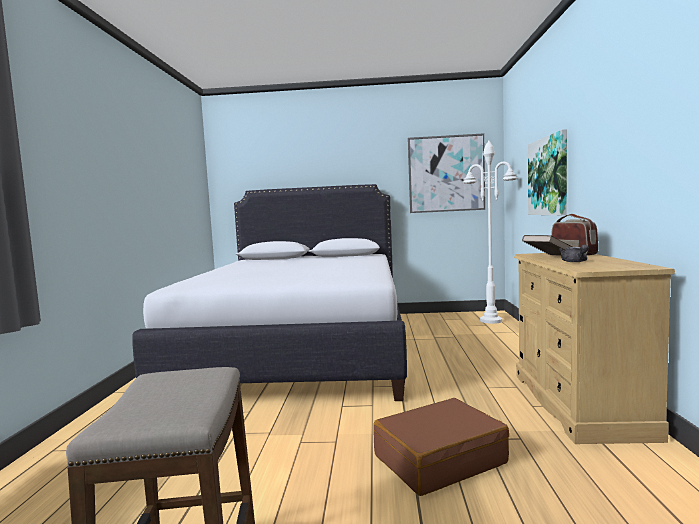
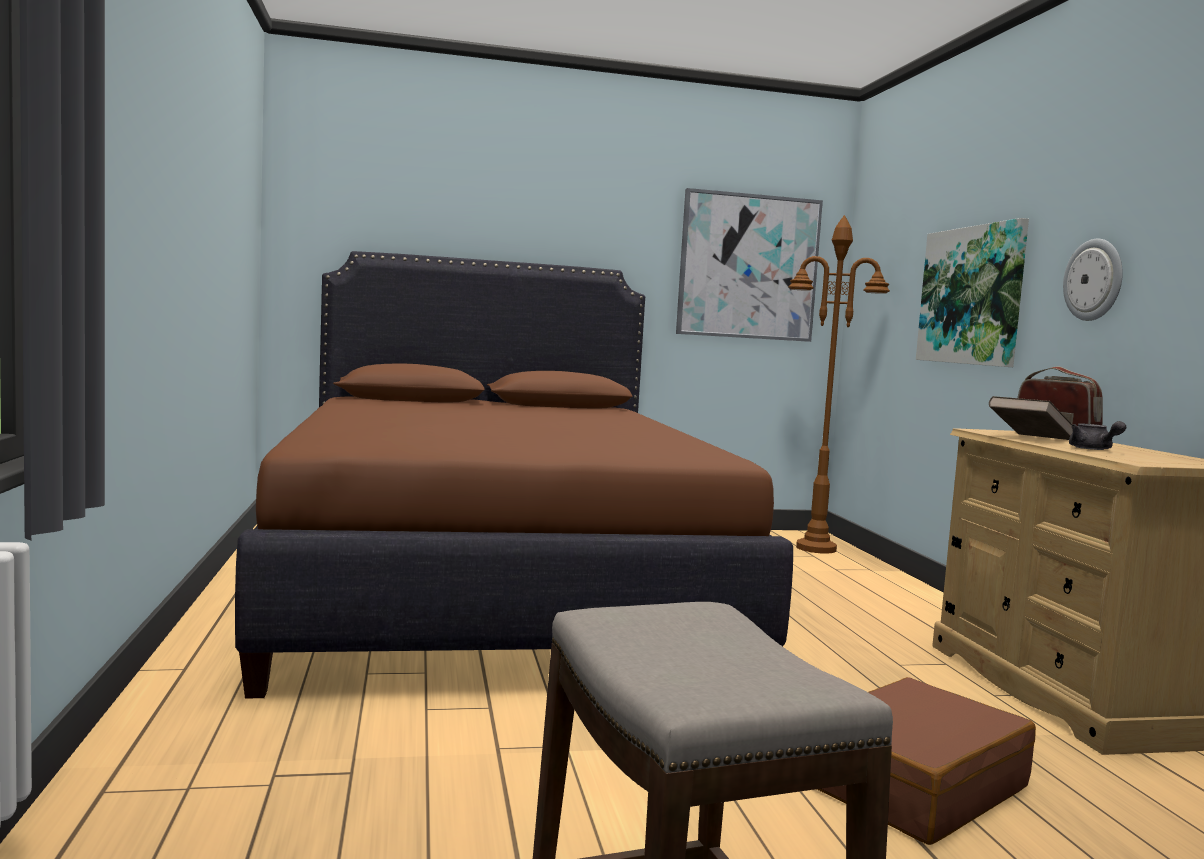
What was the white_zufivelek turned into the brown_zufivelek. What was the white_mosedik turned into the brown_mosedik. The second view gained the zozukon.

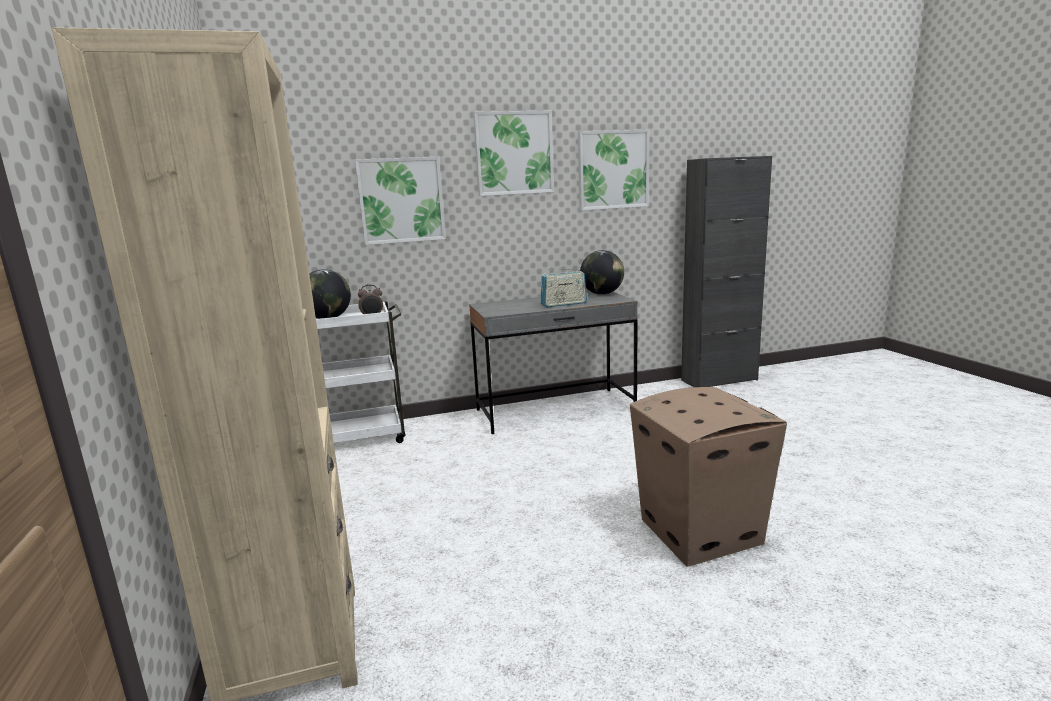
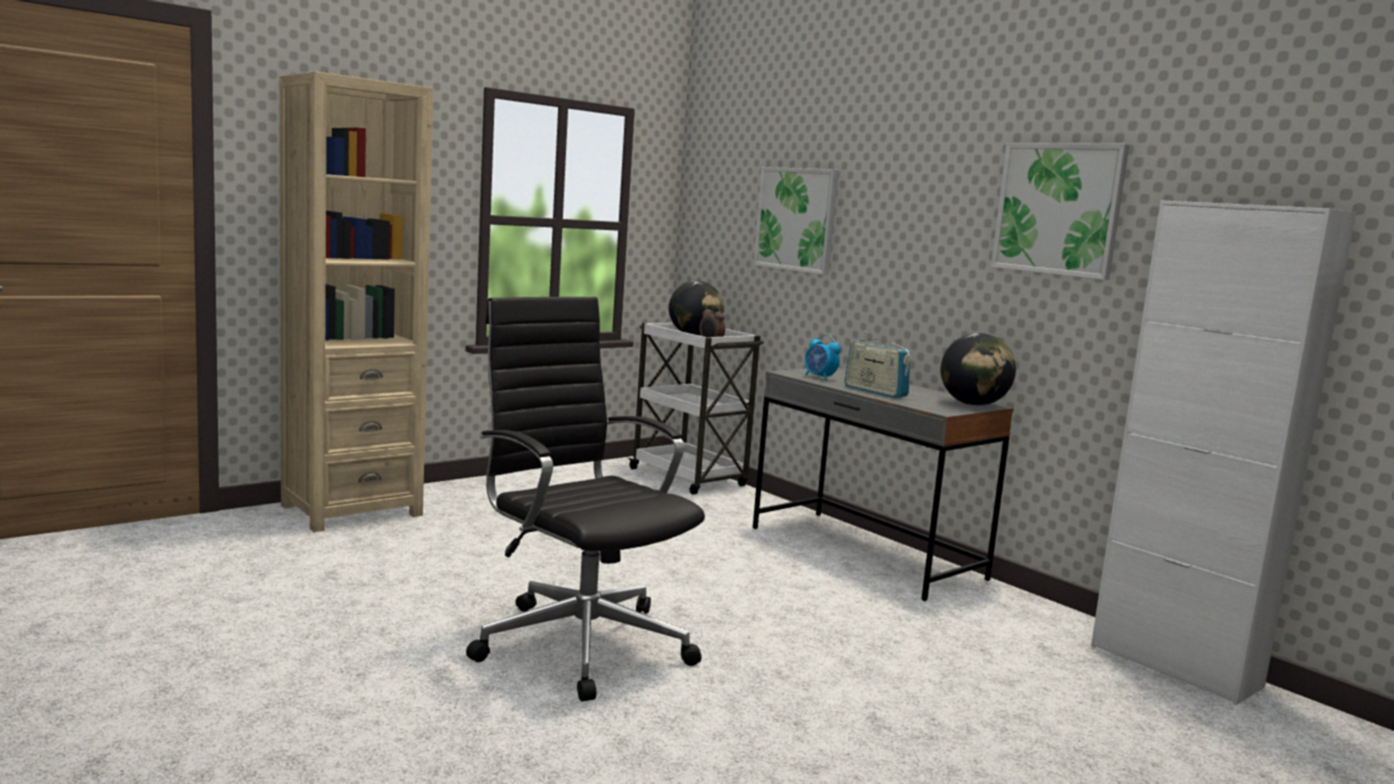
The second view lost the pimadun (no. 2 from left). What was the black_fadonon turned into the white_fadonon. Where the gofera stood, the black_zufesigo came to stand. The second view gained the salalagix (no. 2 from left).

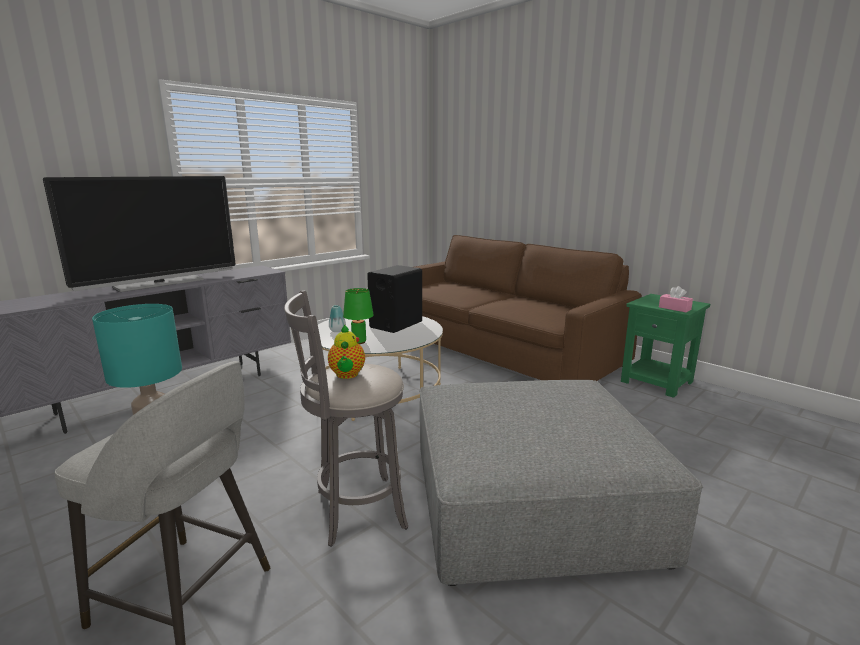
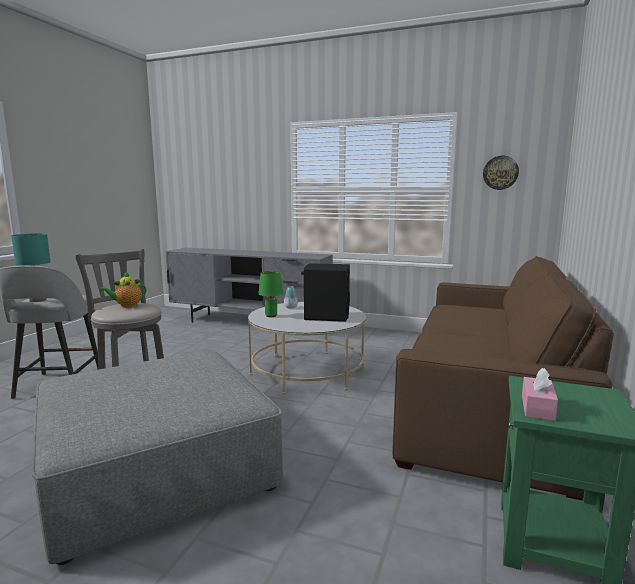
The second view lost the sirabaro. The second view gained the zozukon.

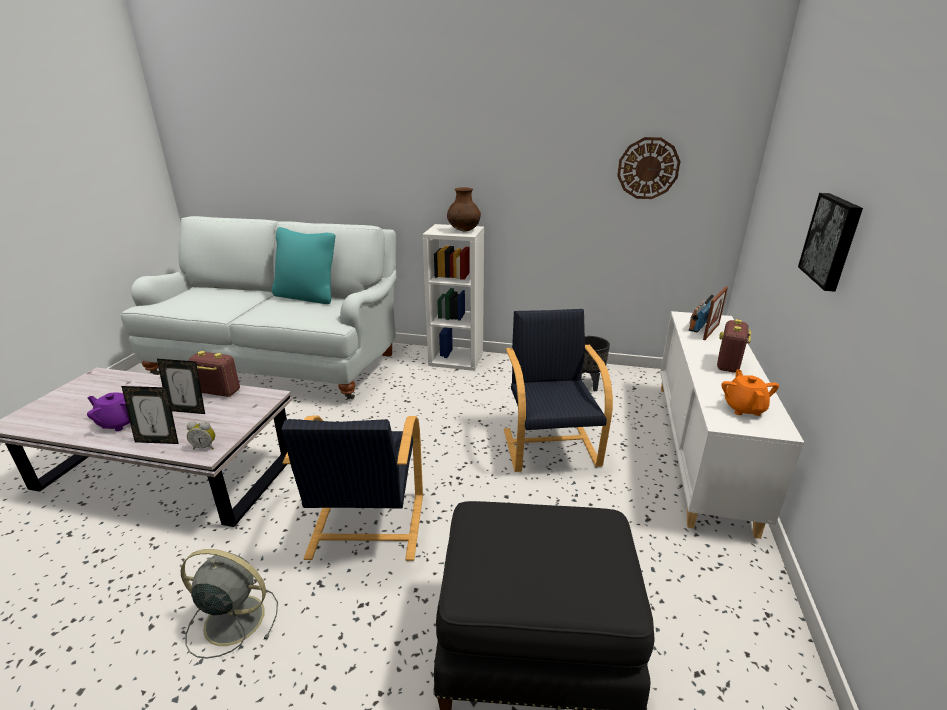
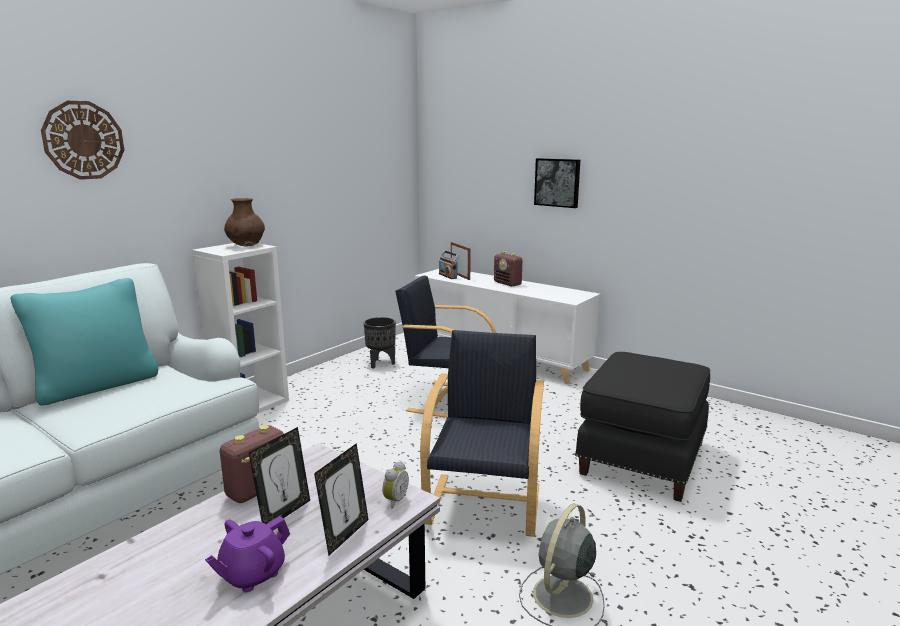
The zozukon ended up elsewhere. The second view lost the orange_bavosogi. The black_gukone (no. 1 from left in the first image) ended up facing another way, 105 degrees counterclockwise from before.

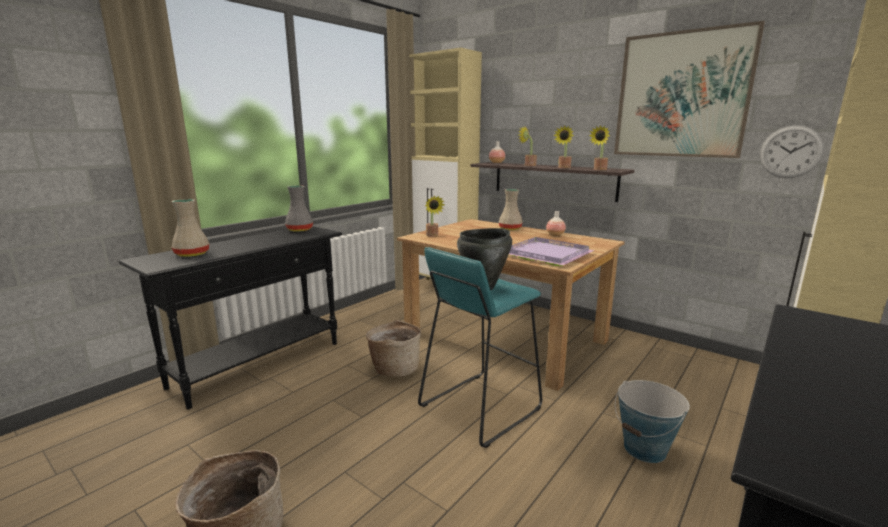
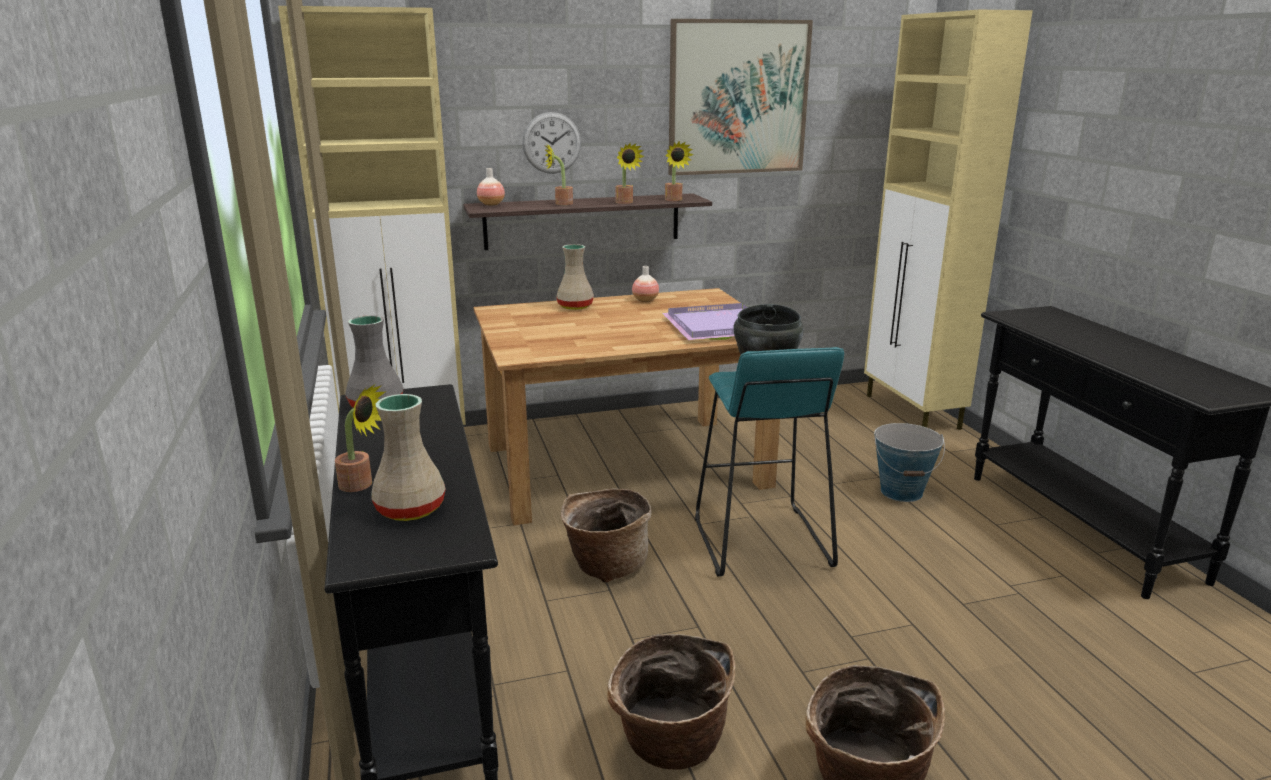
The zozukon ended up elsewhere. The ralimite (no. 1 from left) ended up elsewhere. The second view gained the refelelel (no. 2 from left).

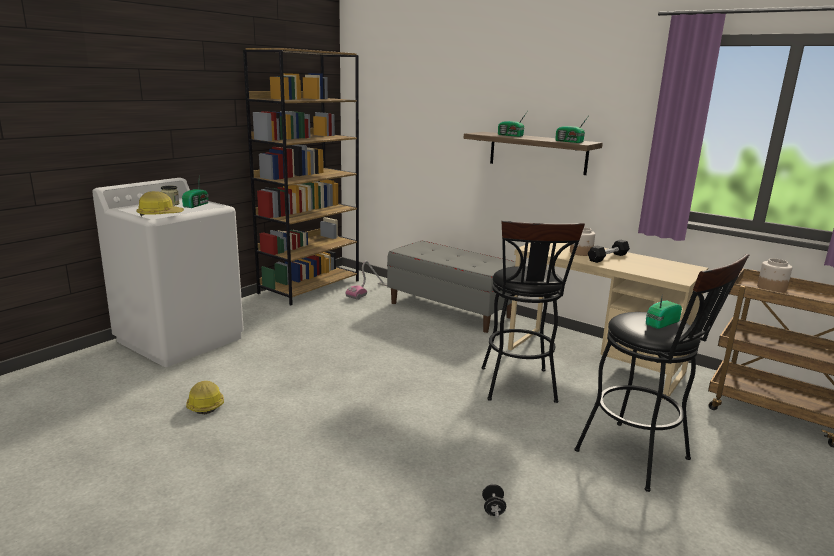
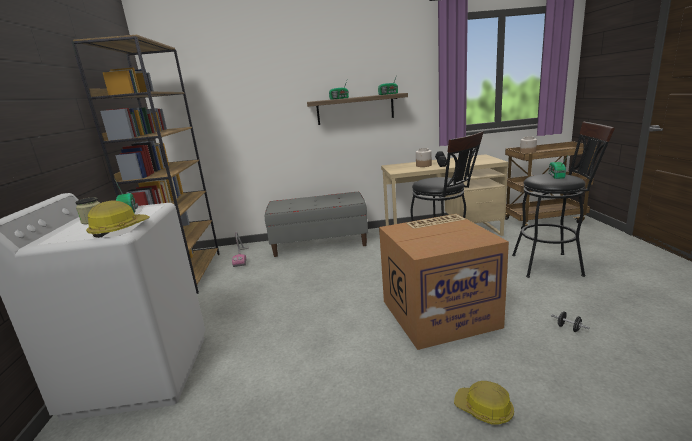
The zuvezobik (no. 2 from left) ended up elsewhere. The second view gained the gofera.

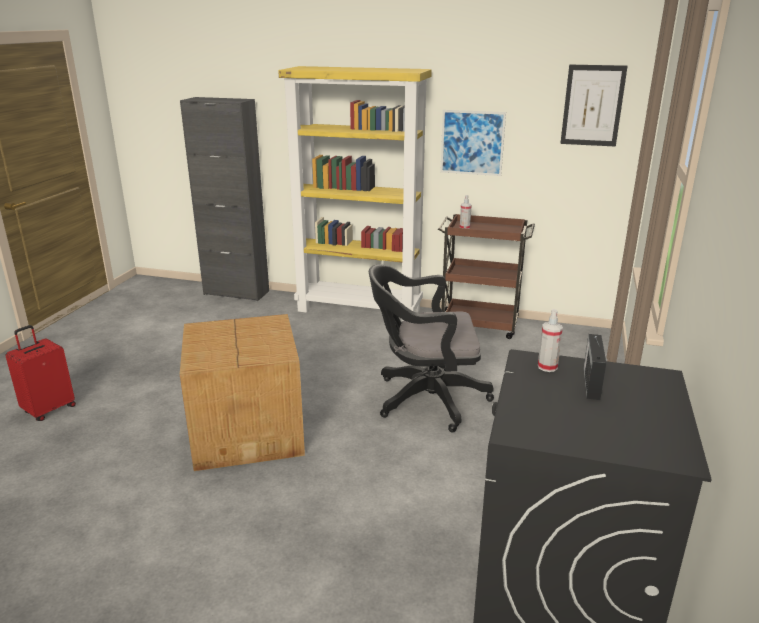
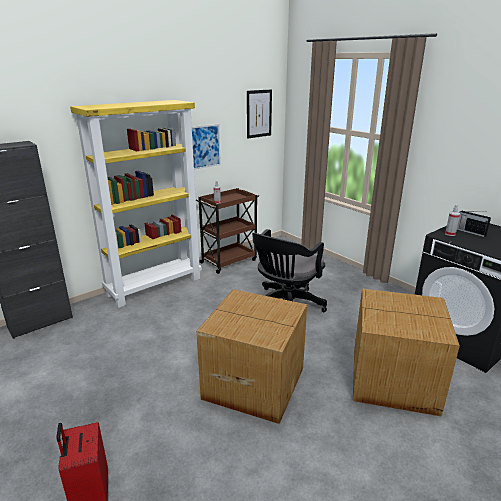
The second view gained the gofera (no. 2 from left).

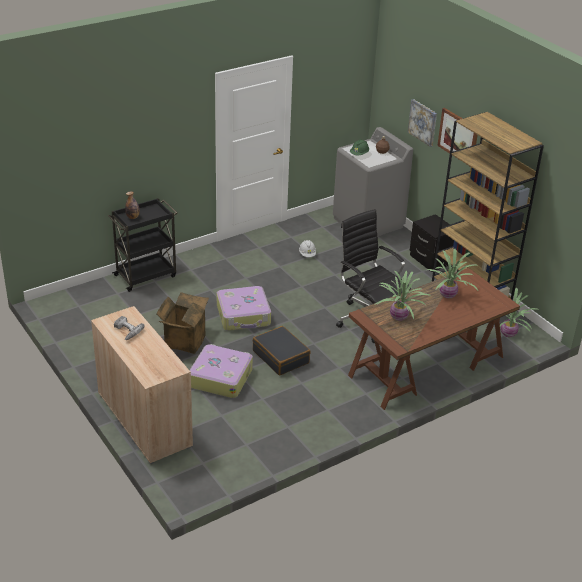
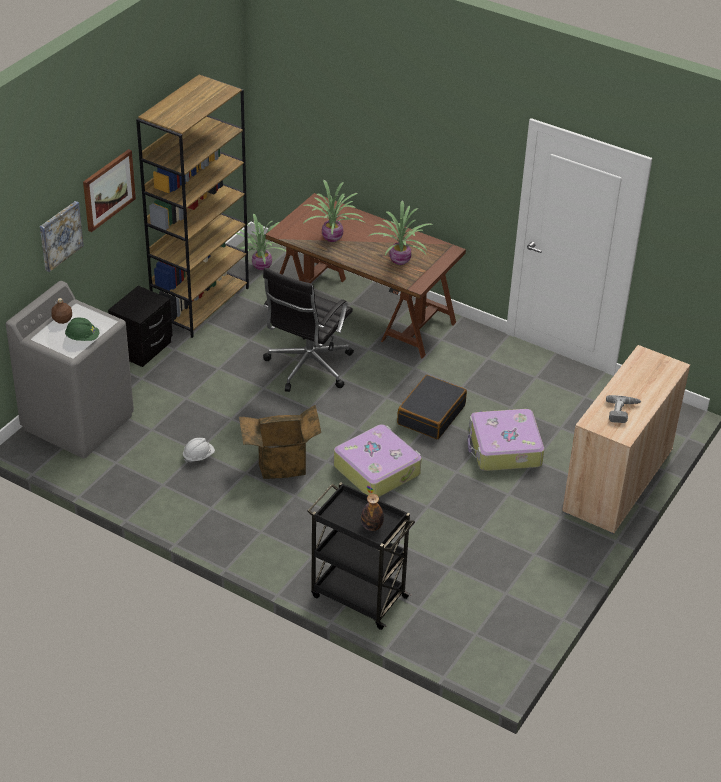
The gofera ended up elsewhere.

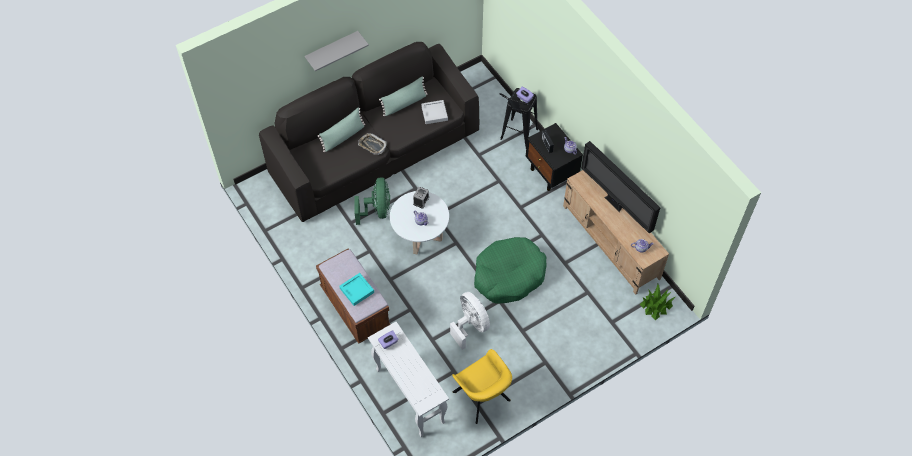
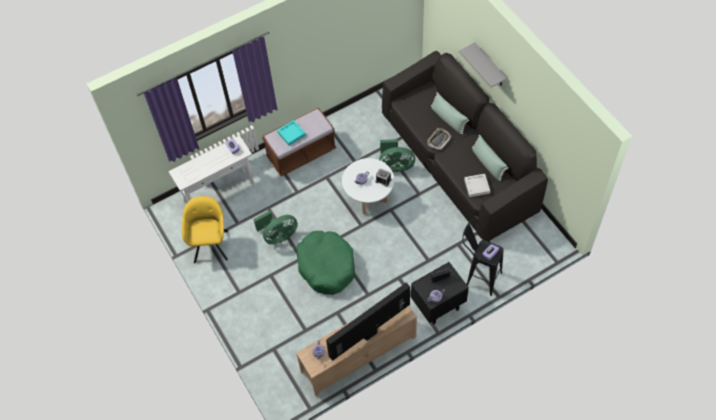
The second view lost the ralimite. What was the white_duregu turned into the green_duregu (no. 1 from left). The yellow_gukone ended up facing another way, 120 degrees clockwise from before.

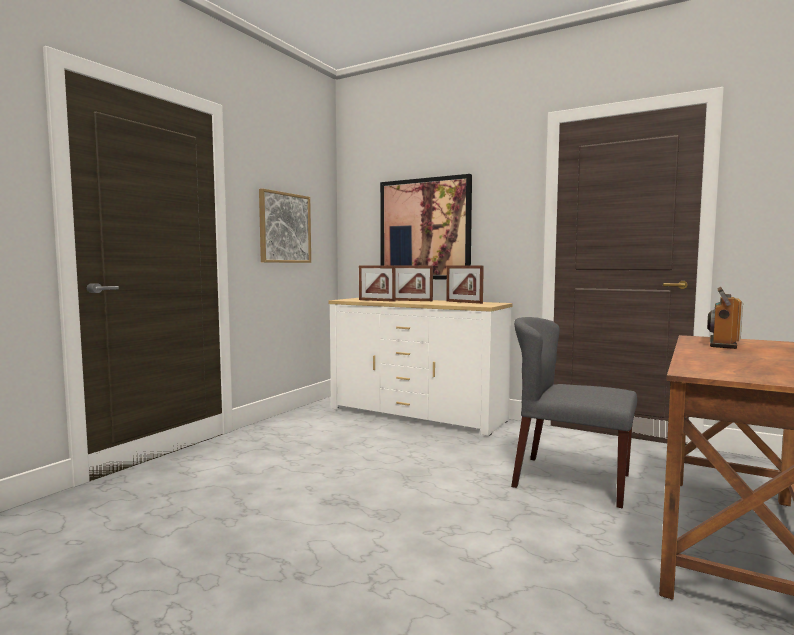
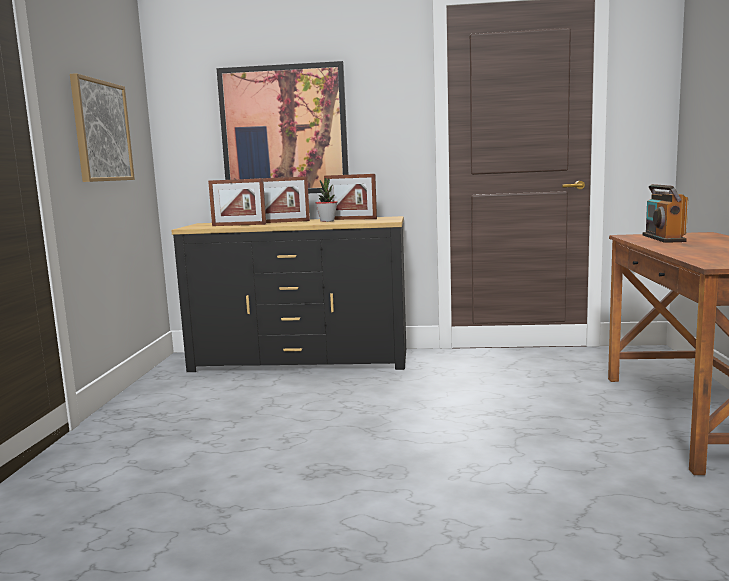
What was the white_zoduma turned into the black_zoduma. The second view lost the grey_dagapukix. The second view gained the ralimite.

